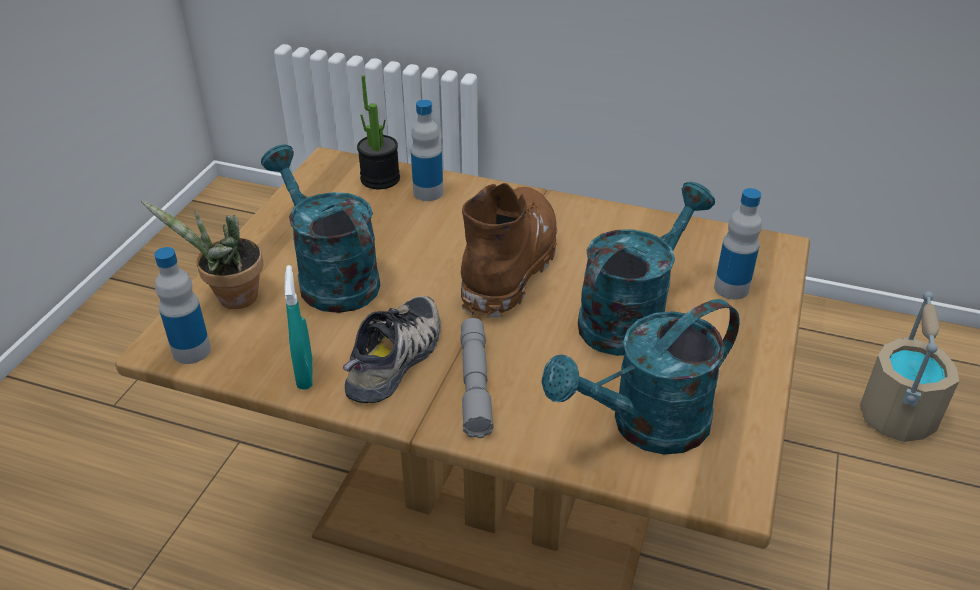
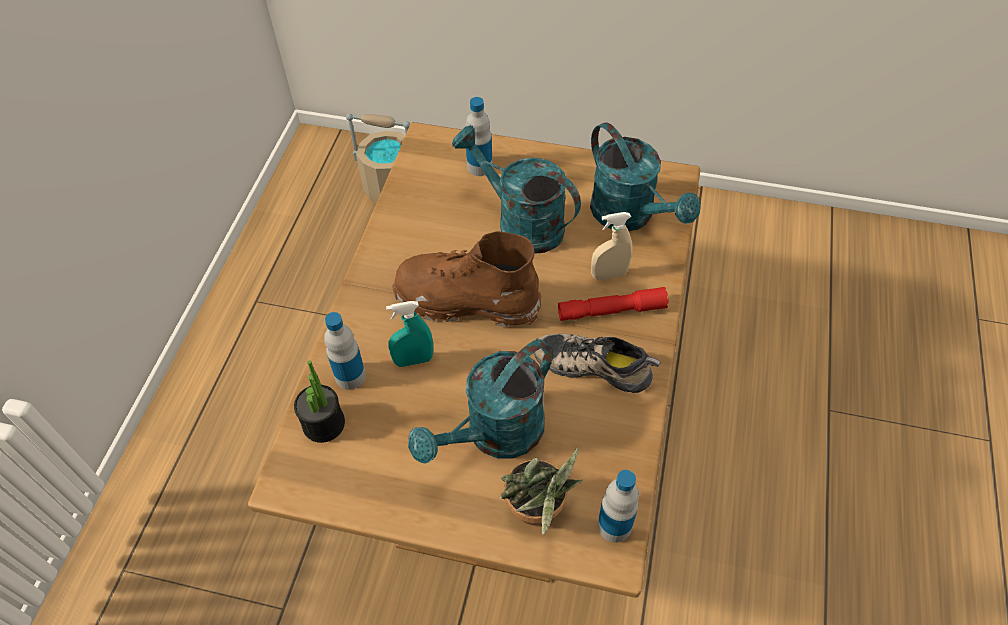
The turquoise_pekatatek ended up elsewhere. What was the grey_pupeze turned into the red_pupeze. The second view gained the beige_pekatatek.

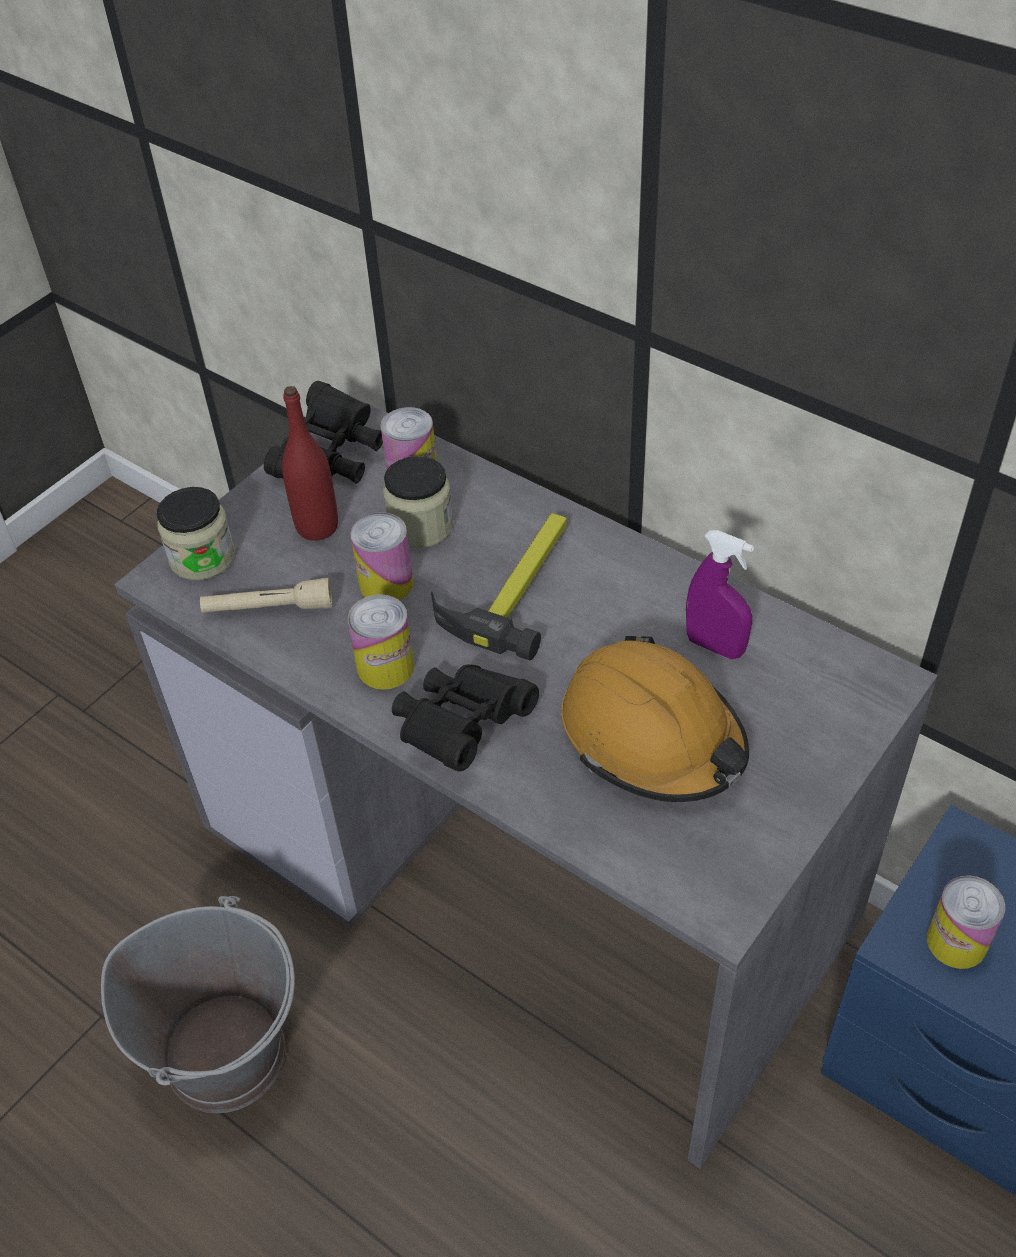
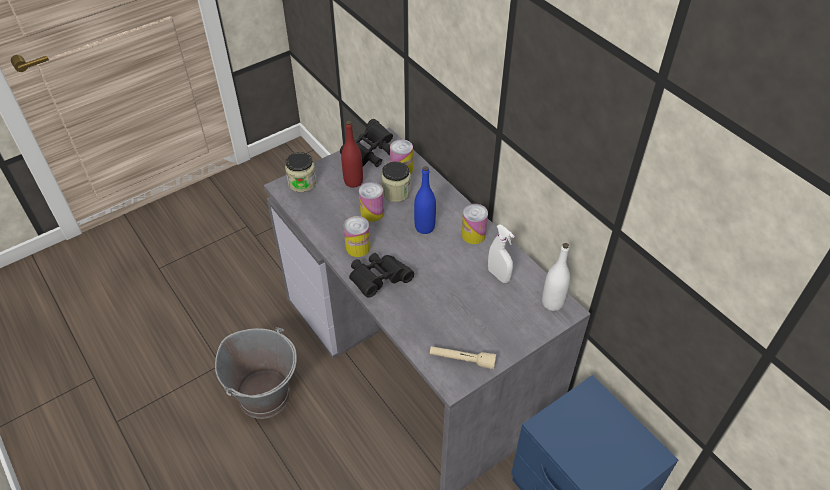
Where the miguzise stood, the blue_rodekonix came to stand. What was the purple_pekatatek turned into the white_pekatatek. The beige_pupeze ended up elsewhere. The second view lost the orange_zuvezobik. The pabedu (no. 4 from left) ended up elsewhere. The second view gained the white_rodekonix.

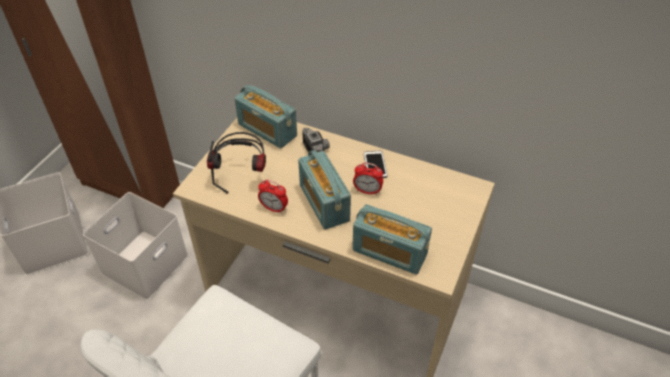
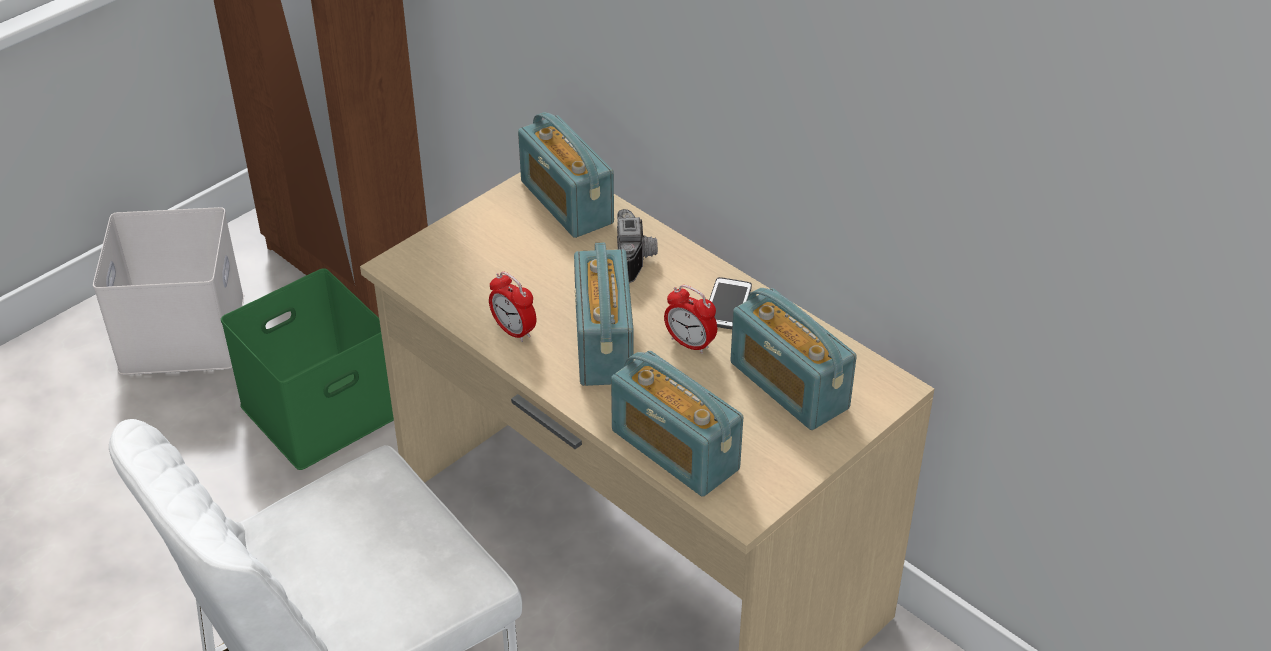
The second view lost the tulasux. What was the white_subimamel (no. 2 from left) turned into the green_subimamel. The second view gained the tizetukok (no. 4 from left).

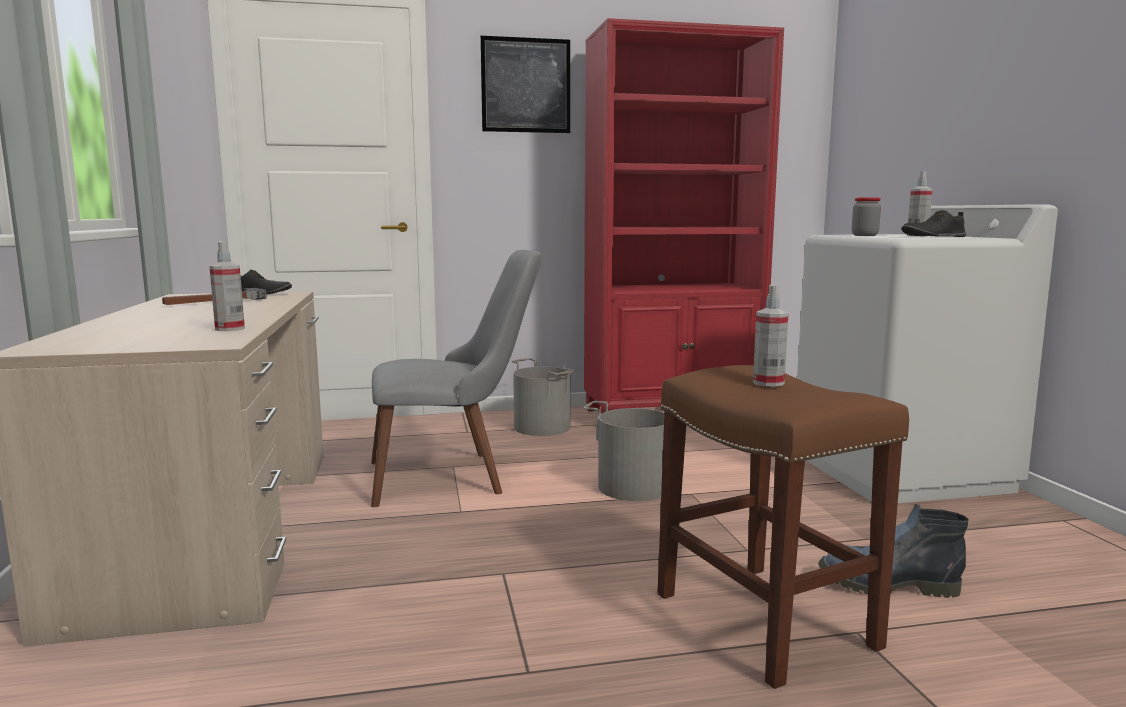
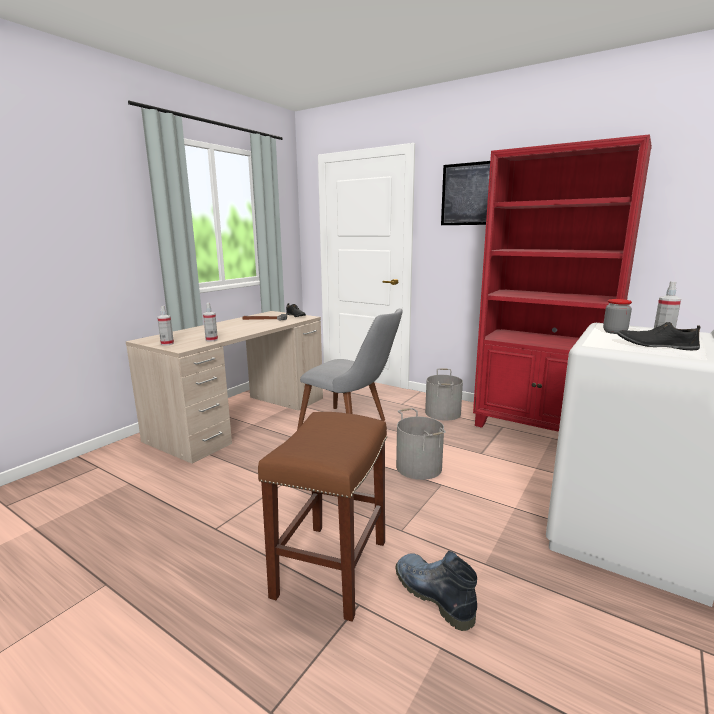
The pekatatek (no. 2 from left in the first image) ended up elsewhere.

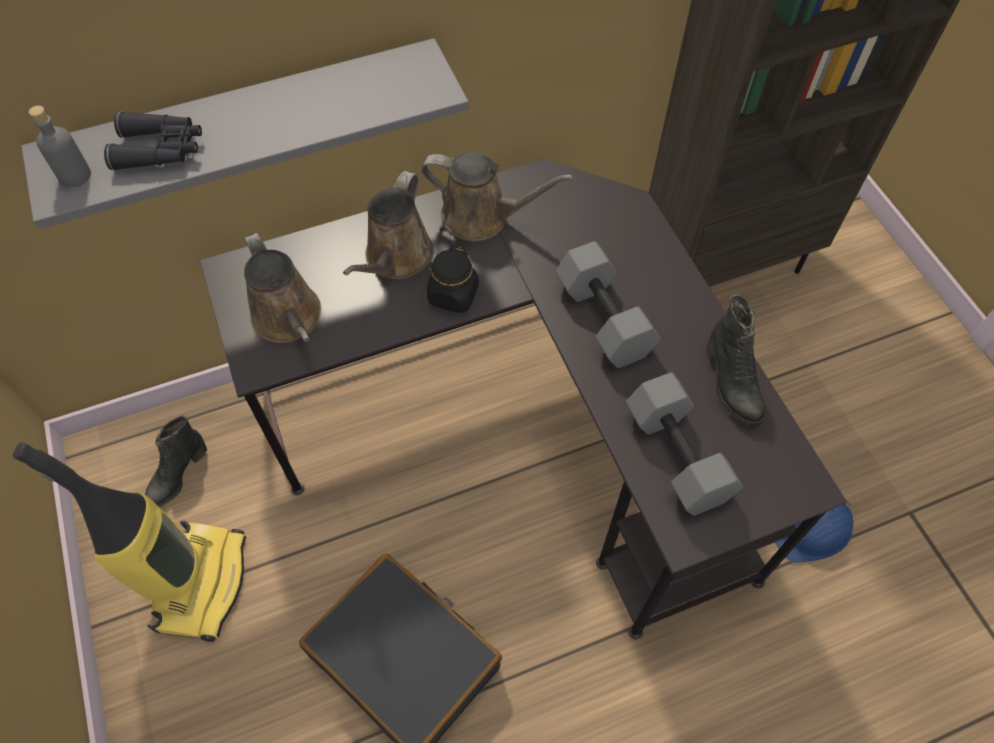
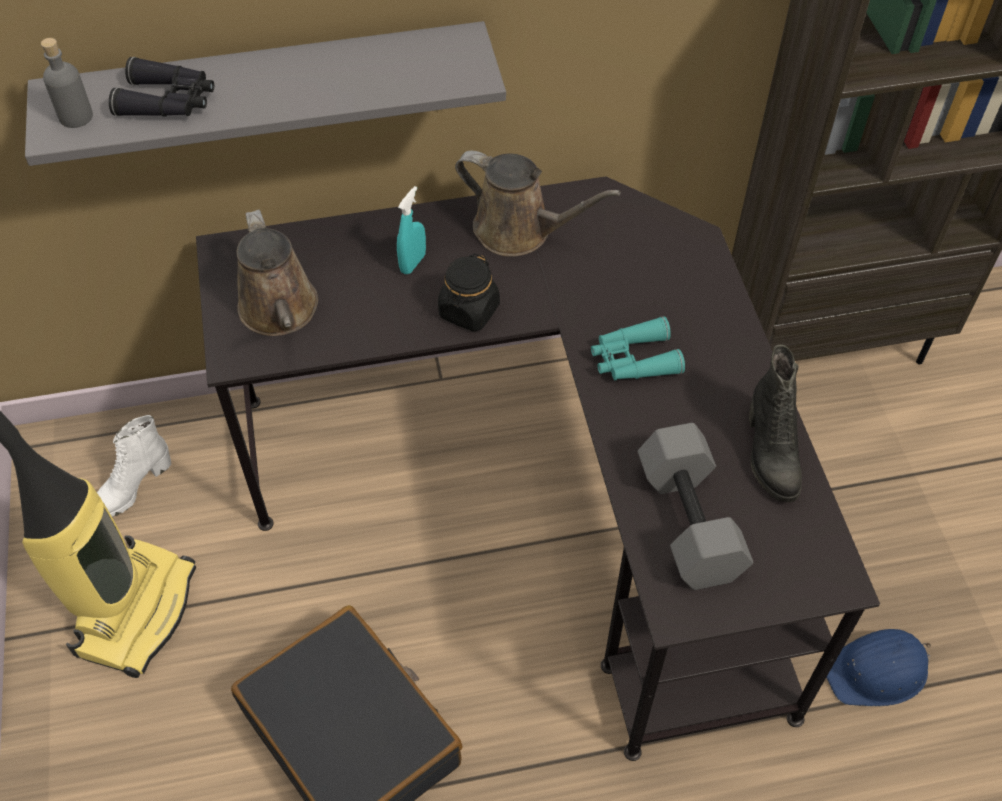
Where the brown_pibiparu (no. 2 from left) stood, the turquoise_pekatatek came to stand. Where the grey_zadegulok (no. 1 from left) stood, the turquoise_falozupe came to stand. What was the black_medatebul (no. 1 from left) turned into the white_medatebul.

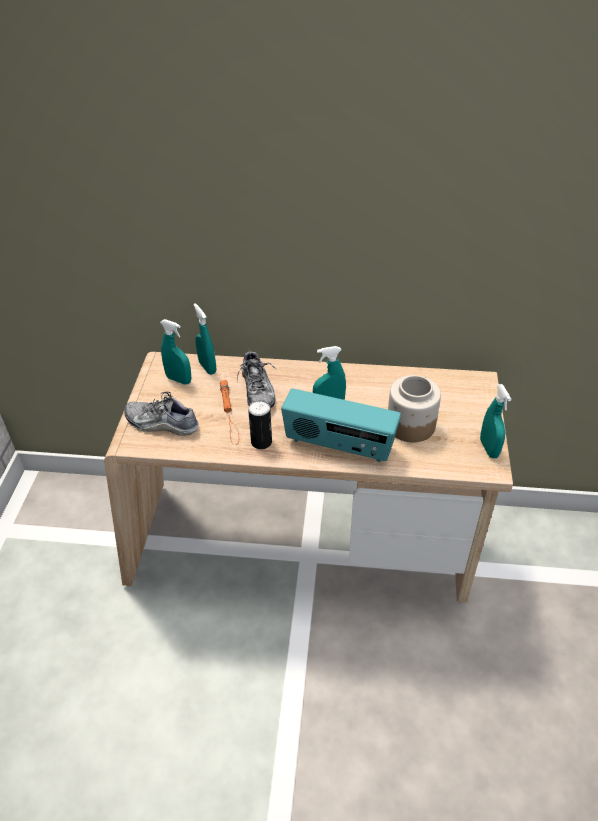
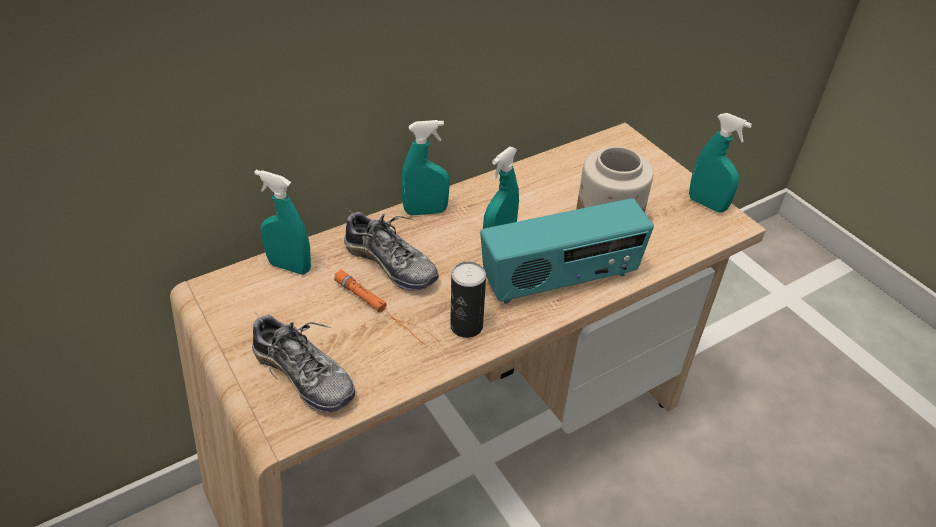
The turquoise_pekatatek (no. 1 from left in the first image) ended up elsewhere. The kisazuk (no. 1 from left) ended up facing another way, 120 degrees counterclockwise from before.

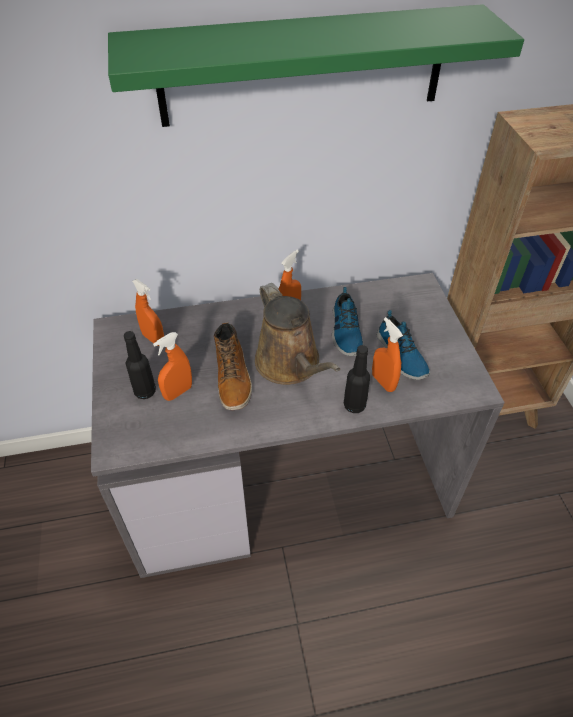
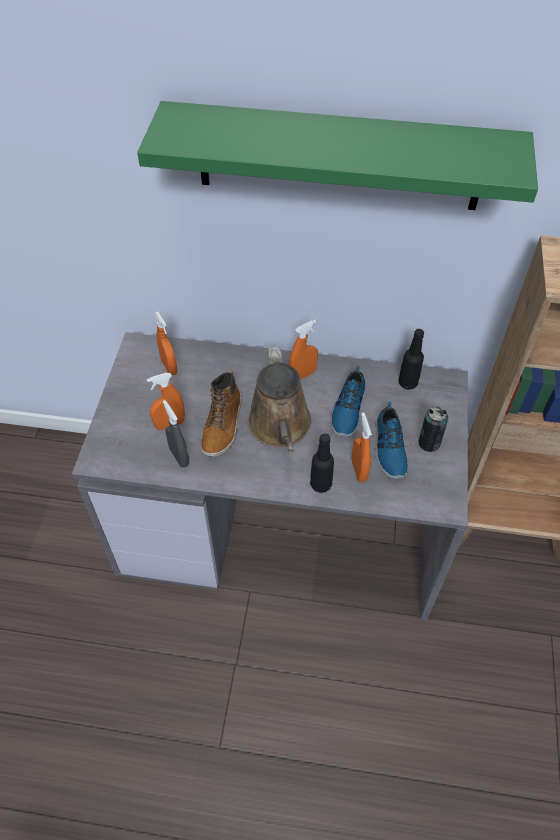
The black_rodekonix (no. 1 from left in the first image) ended up elsewhere. The second view gained the grey_pekatatek. The second view gained the pabedu.

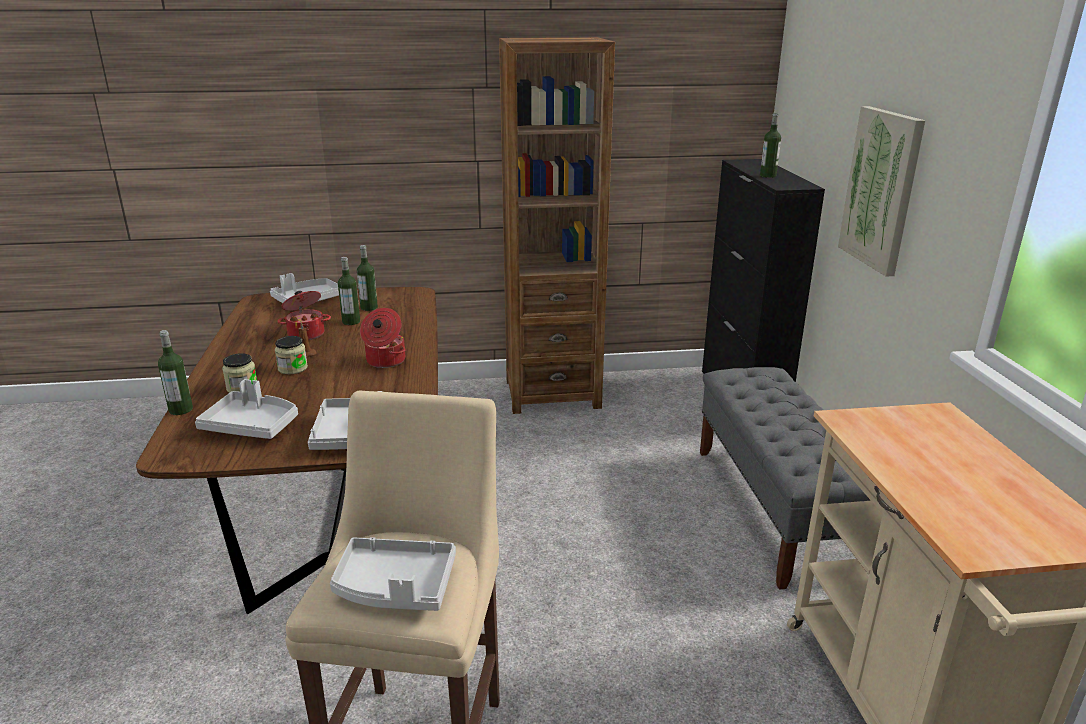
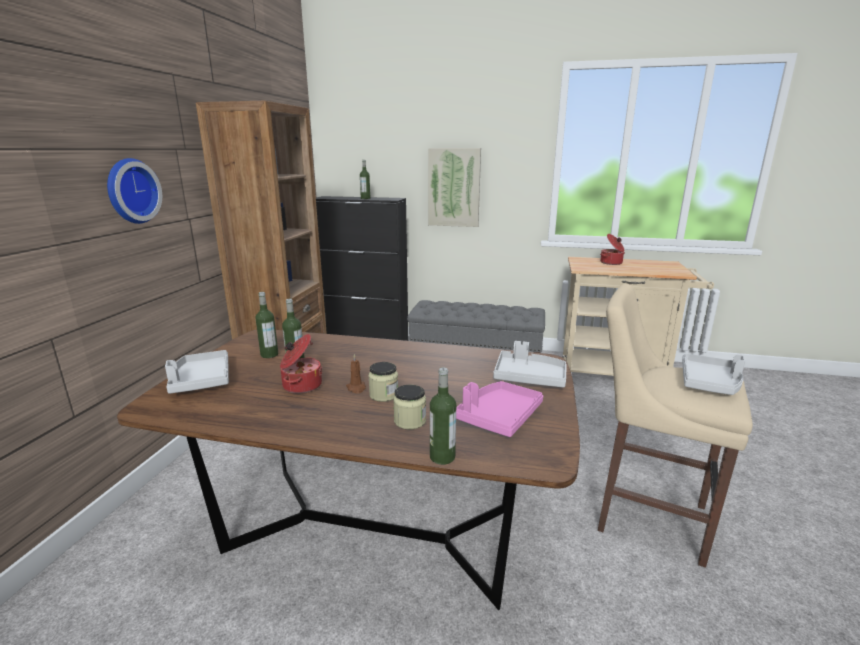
The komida (no. 2 from left) ended up elsewhere. What was the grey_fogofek (no. 1 from left) turned into the pink_fogofek. The second view gained the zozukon.

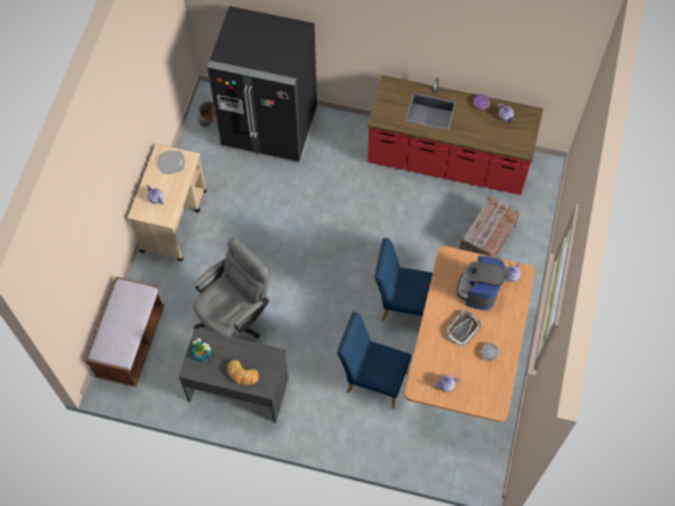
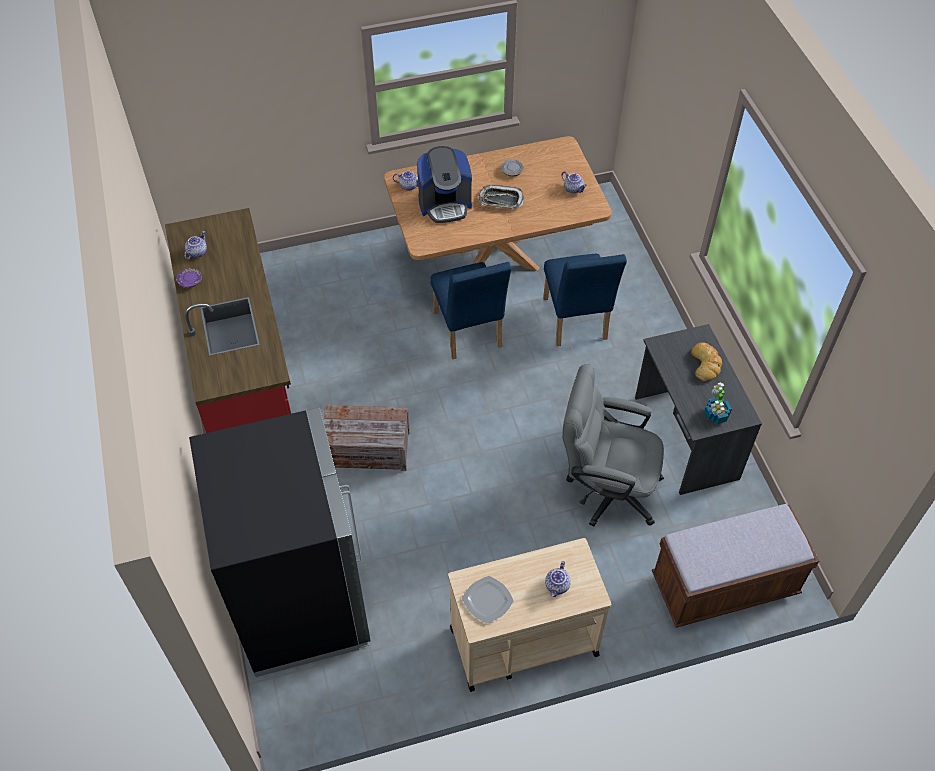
The second view lost the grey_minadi. The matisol ended up elsewhere.

